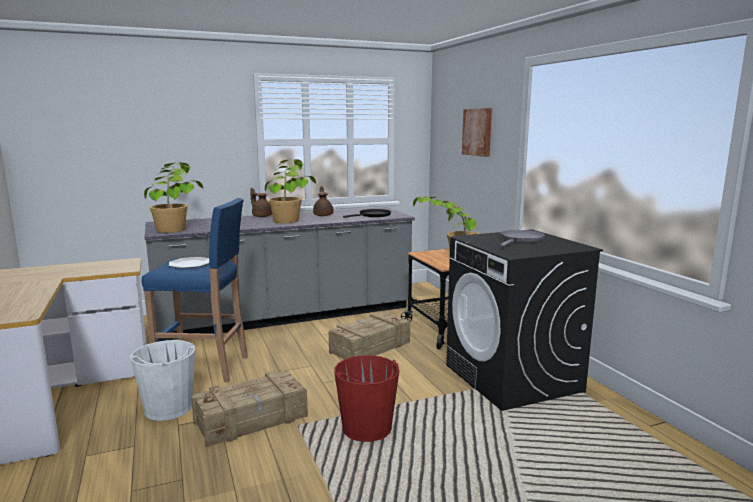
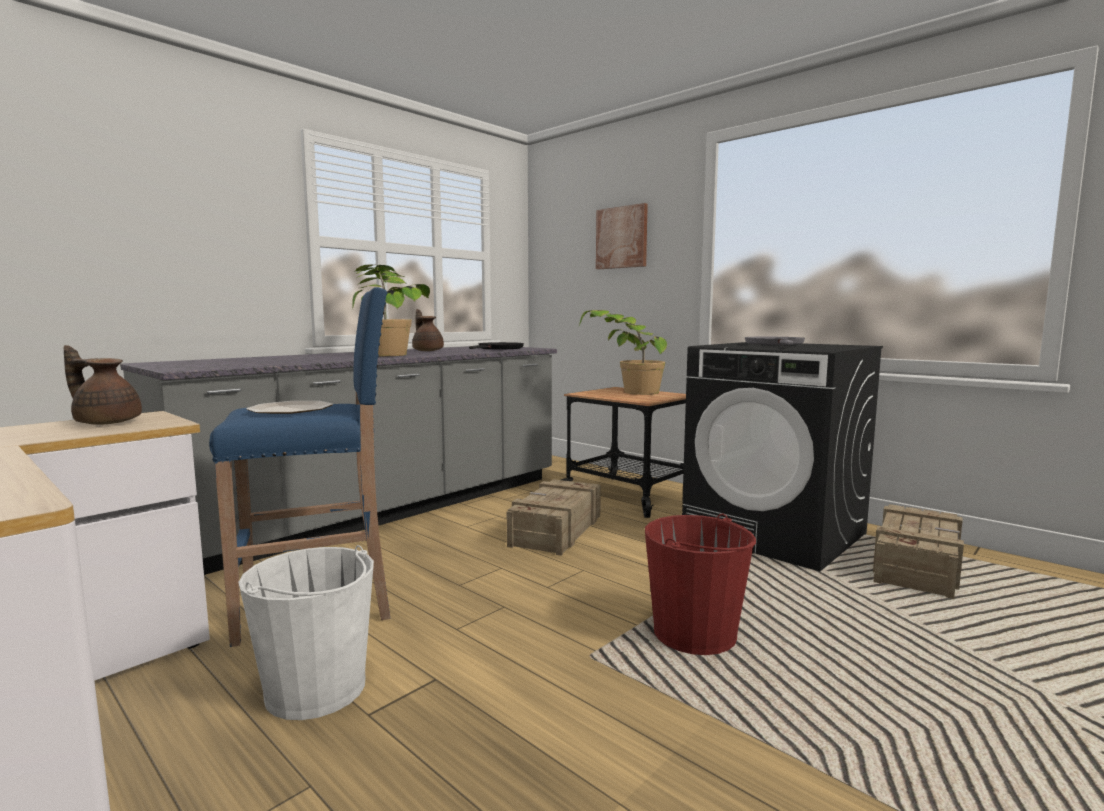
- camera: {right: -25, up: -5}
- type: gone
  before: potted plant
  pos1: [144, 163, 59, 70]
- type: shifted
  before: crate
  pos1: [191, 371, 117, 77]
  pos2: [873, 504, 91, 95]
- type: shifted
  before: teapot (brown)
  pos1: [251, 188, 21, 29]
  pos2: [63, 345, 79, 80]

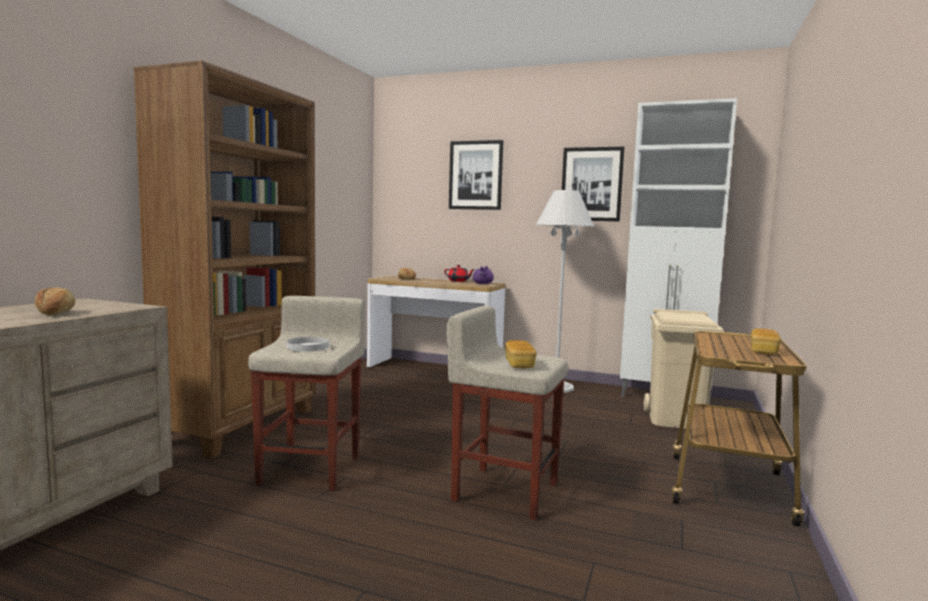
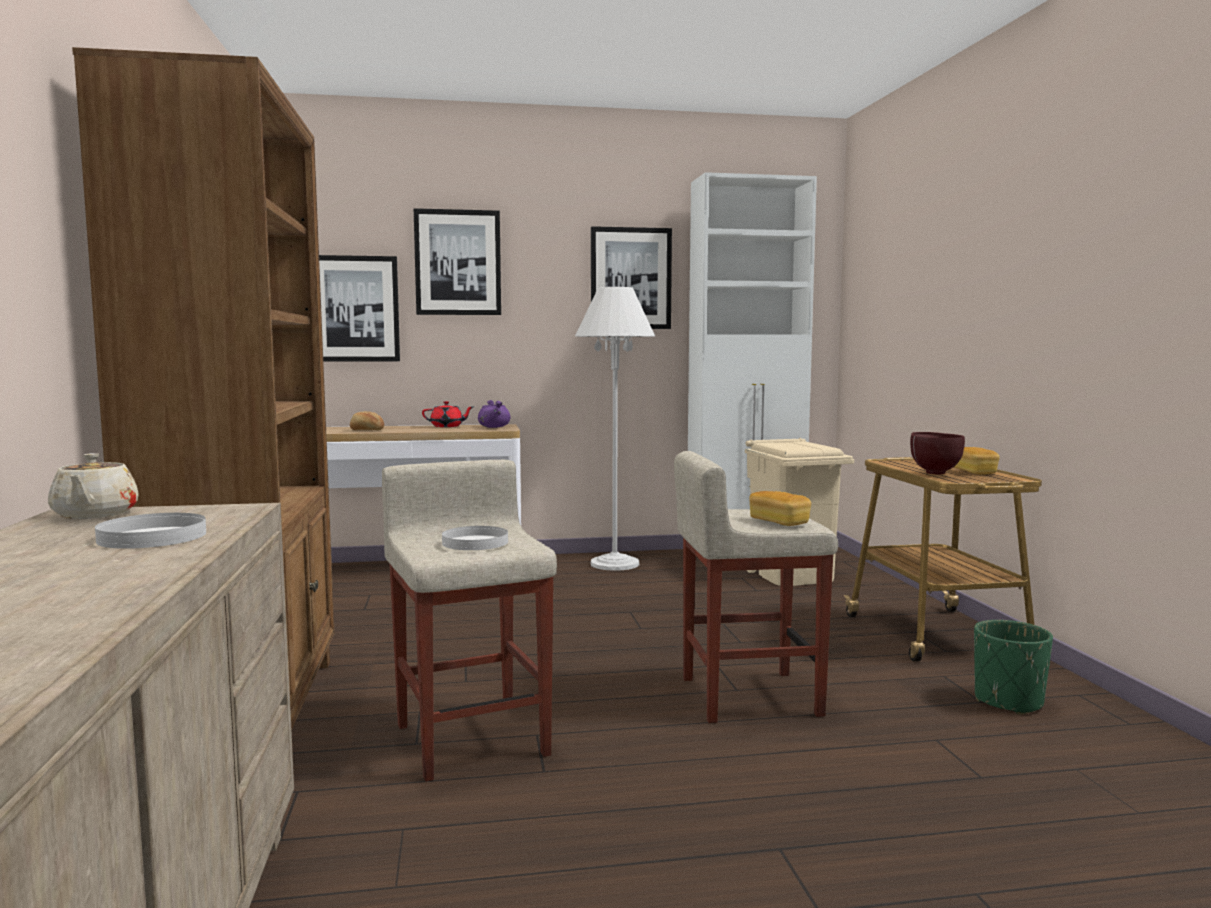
- camera: {right: -30, up: 0}
- type: swapped
  before: bread
  after: plate (white)
  pos1: [35, 288, 40, 27]
  pos2: [95, 513, 111, 36]
- type: new
  after: teapot (beige)
  pos2: [48, 453, 90, 66]
- type: new
  after: picture
  pos2: [319, 255, 81, 107]
- type: new
  after: bowl (brown)
  pos2: [910, 432, 55, 42]
- type: new
  after: planter (green)
  pos2: [974, 620, 79, 95]

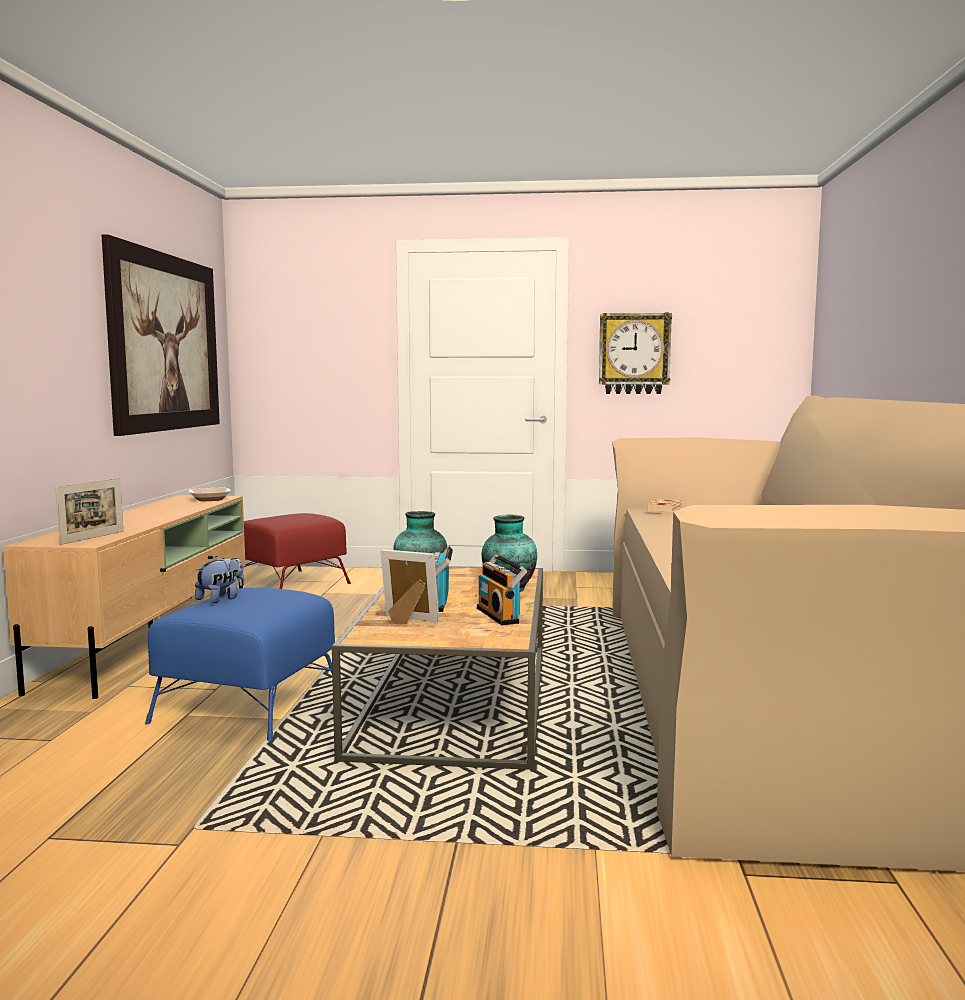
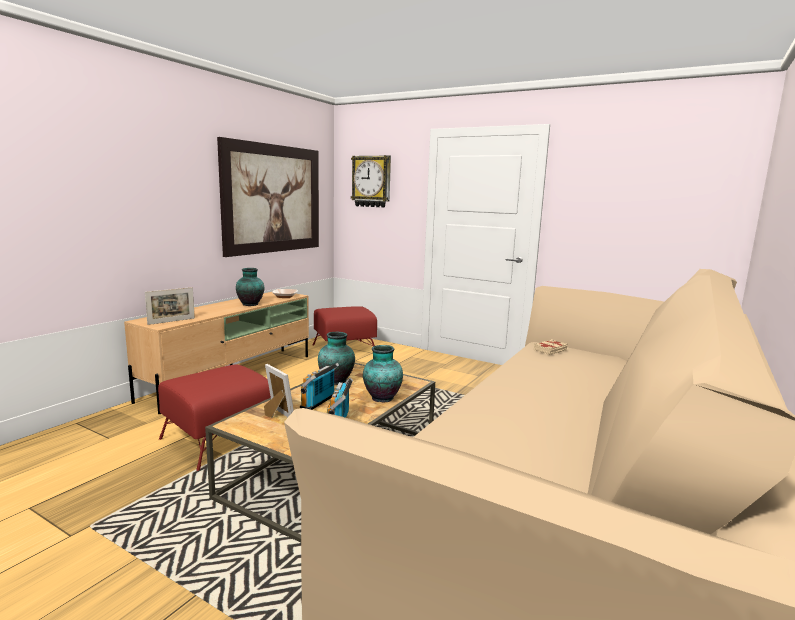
- camera: {right: 25, up: 5}
- type: repainted
  before: ottoman (blue)
  after: ottoman (red)
  pos1: [145, 587, 197, 154]
  pos2: [158, 365, 113, 106]
- type: gone
  before: plush toy
  pos1: [195, 556, 49, 47]
- type: shifted
  before: wall clock
  pos1: [599, 313, 73, 81]
  pos2: [351, 155, 40, 53]
- type: new
  after: vase
  pos2: [236, 268, 28, 38]

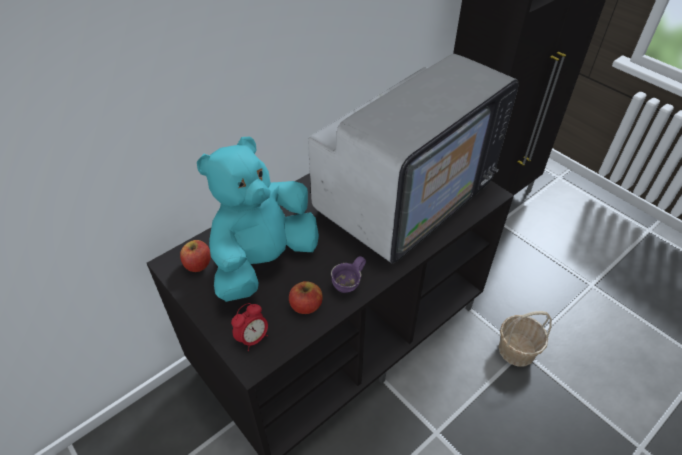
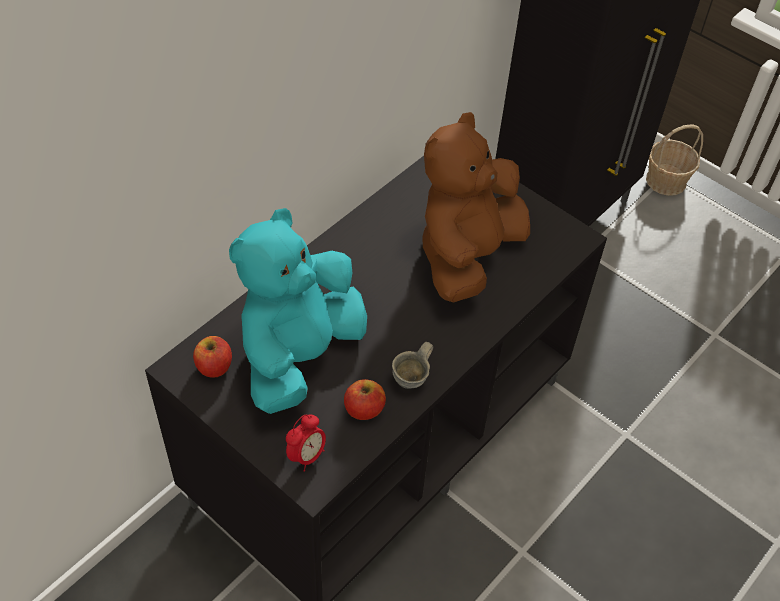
- camera: {right: -10, up: 5}
- type: swapped
  before: television
  after: plush toy (brown)
  pos1: [308, 54, 210, 209]
  pos2: [423, 112, 107, 190]
- type: repainted
  before: mug (purple)
  after: mug (grey)
  pos1: [331, 256, 35, 37]
  pos2: [392, 342, 41, 47]
- type: shifted
  before: basket
  pos1: [498, 311, 54, 55]
  pos2: [646, 124, 57, 72]

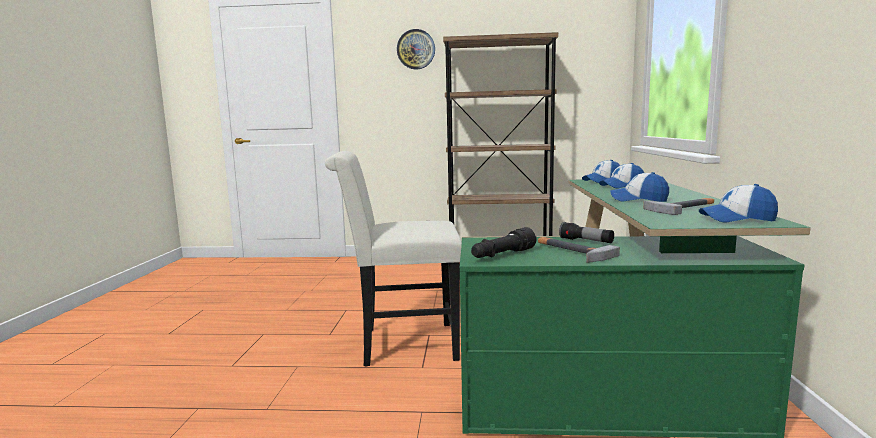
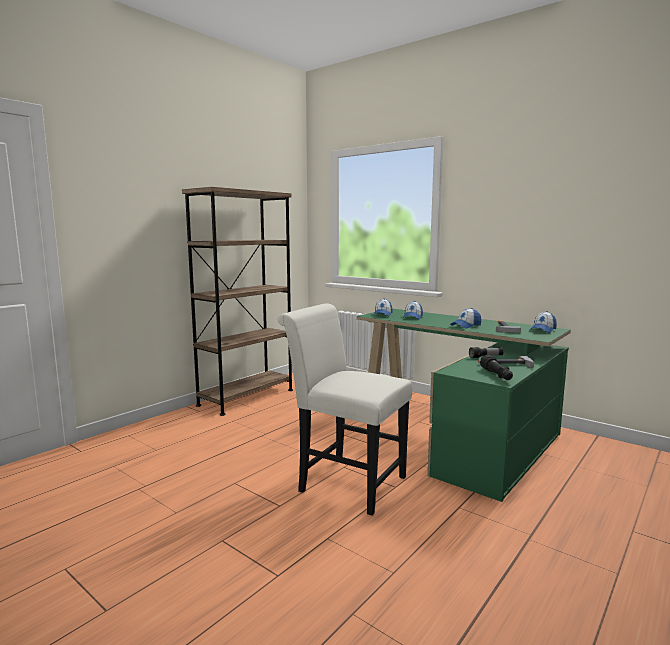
- camera: {right: -55, up: 0}
- type: rotated
  before: chair (white)
  pos1: [325, 151, 137, 215]
  pos2: [277, 304, 136, 212]
  turn: 90
- type: gone
  before: wall clock
  pos1: [397, 29, 38, 40]

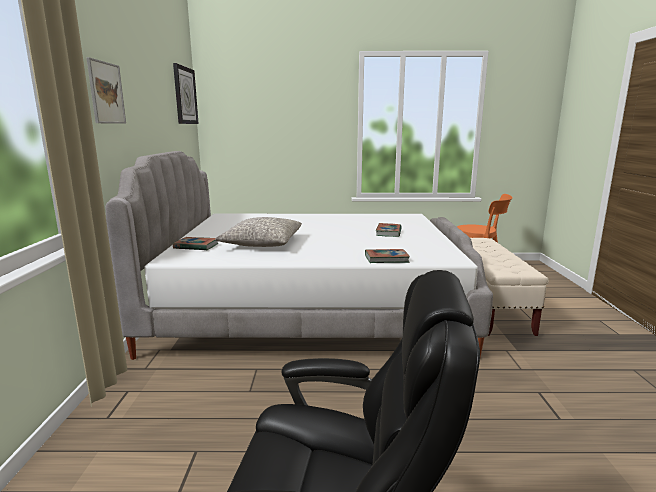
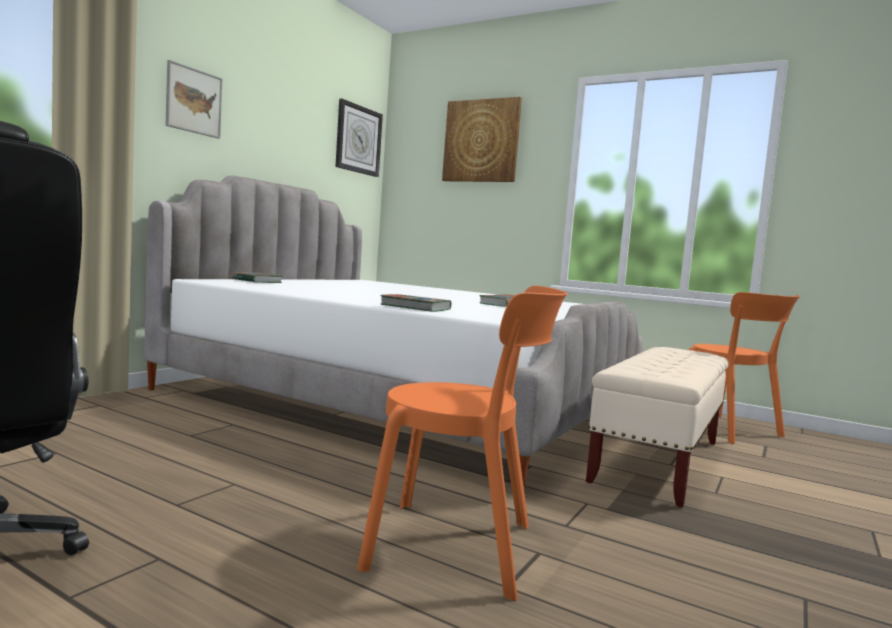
- camera: {right: 30, up: -10}
- type: gone
  before: pillow (grey)
  pos1: [215, 217, 87, 30]
- type: new
  after: chair (orange)
  pos2: [357, 286, 211, 315]
- type: new
  after: picture
  pos2: [442, 97, 80, 85]

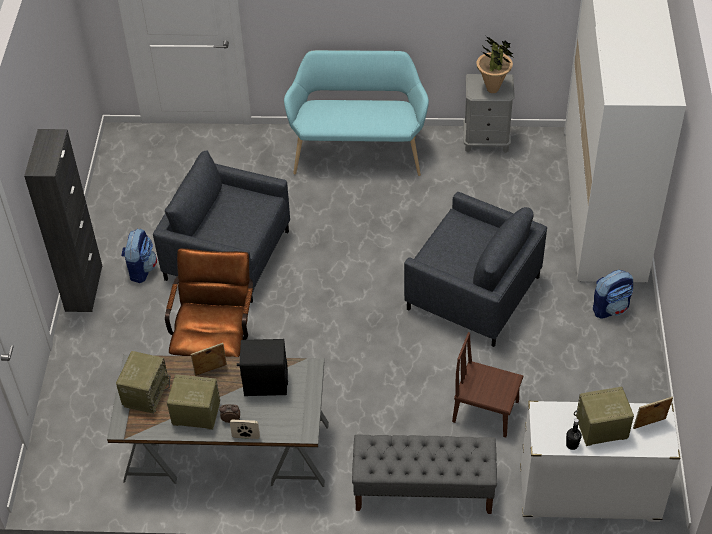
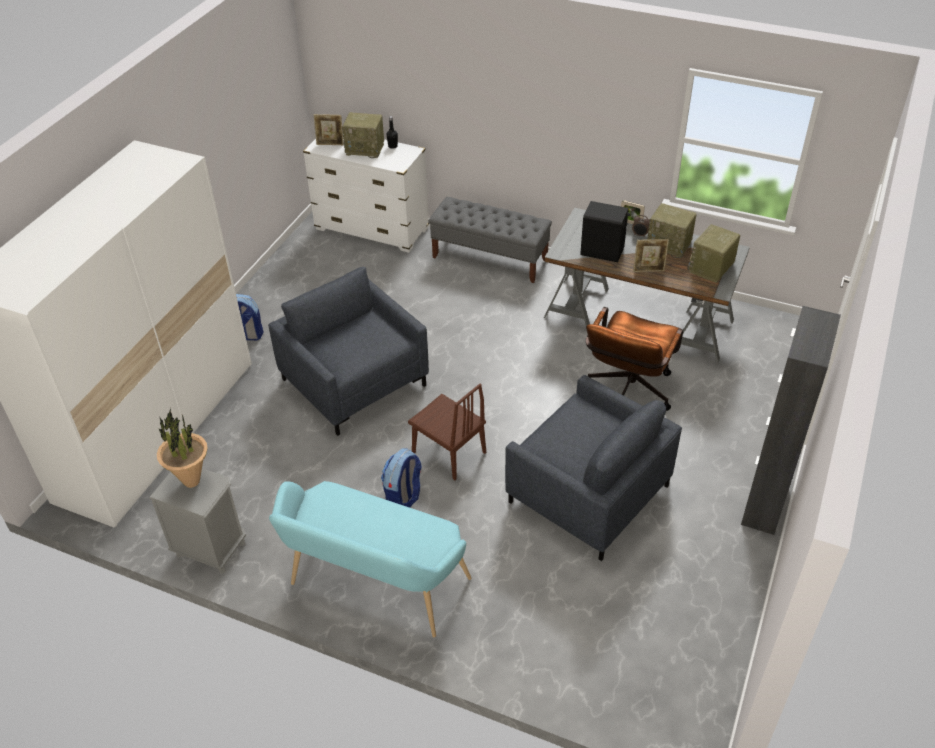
- camera: {right: -160, up: -5}
- type: shifted
  before: backpack
  pos1: [121, 229, 36, 54]
  pos2: [381, 448, 41, 60]
- type: shifted
  before: chair (brown)
  pos1: [452, 332, 71, 105]
  pos2: [408, 384, 78, 96]

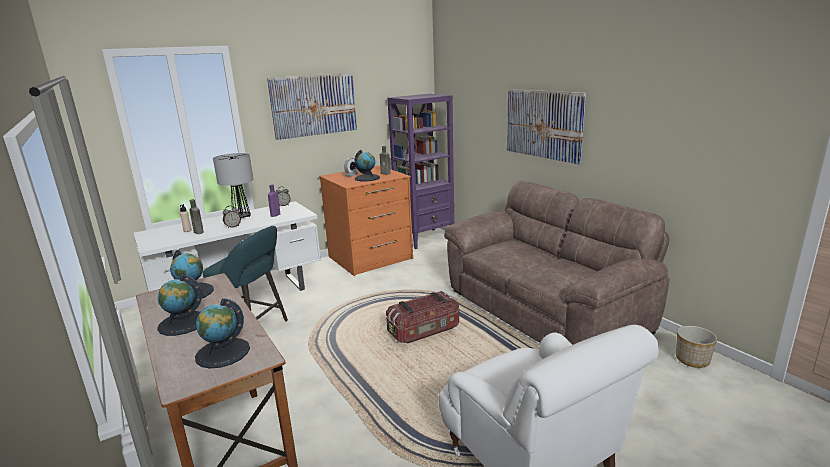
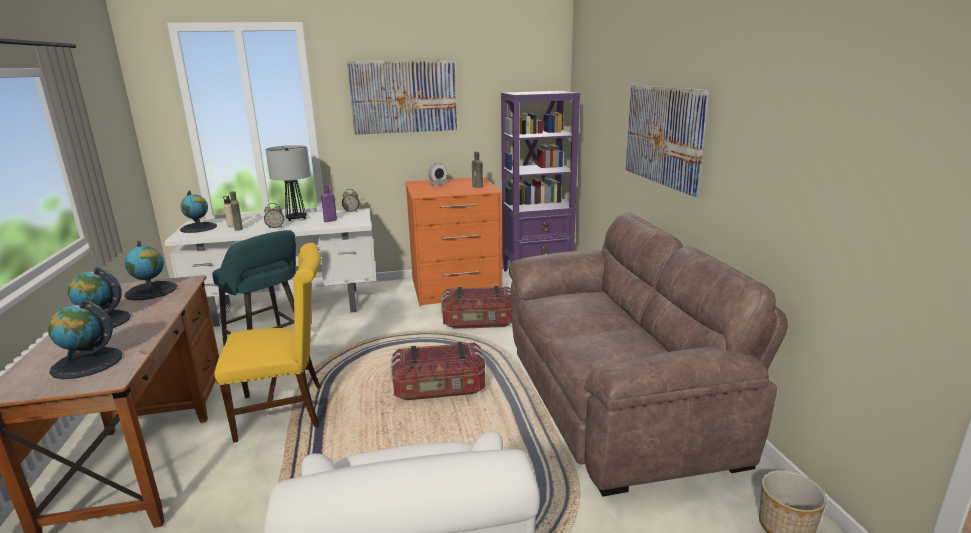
- camera: {right: 20, up: 0}
- type: shifted
  before: globe
  pos1: [355, 150, 25, 31]
  pos2: [180, 191, 37, 42]
- type: new
  after: chair (yellow)
  pos2: [214, 243, 107, 200]
- type: new
  after: storage box
  pos2: [441, 286, 71, 43]

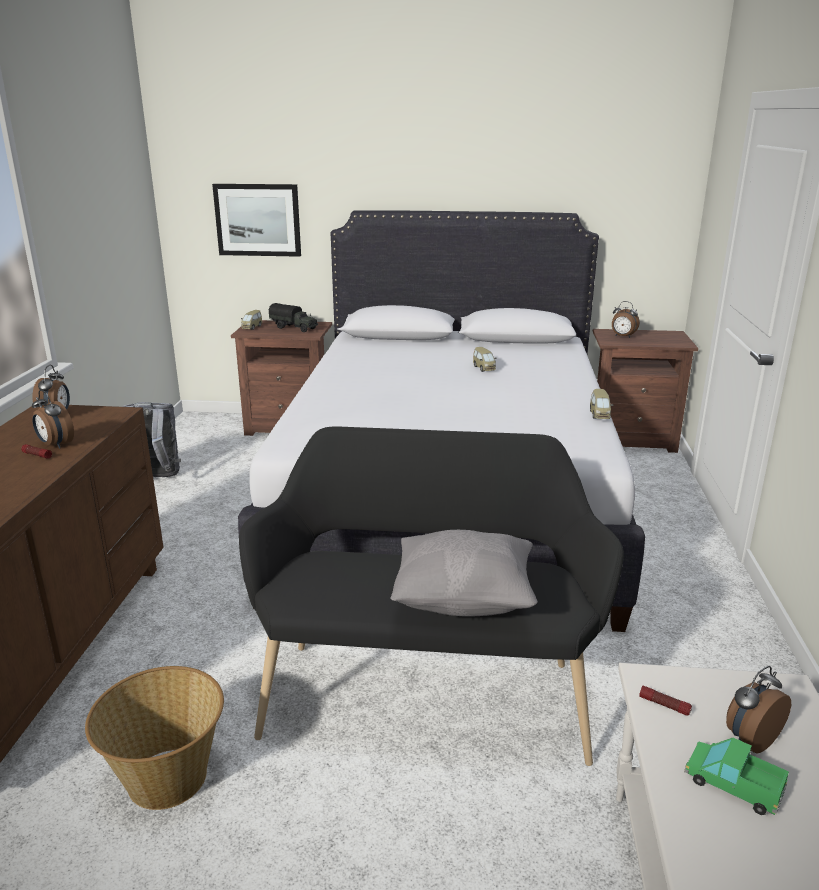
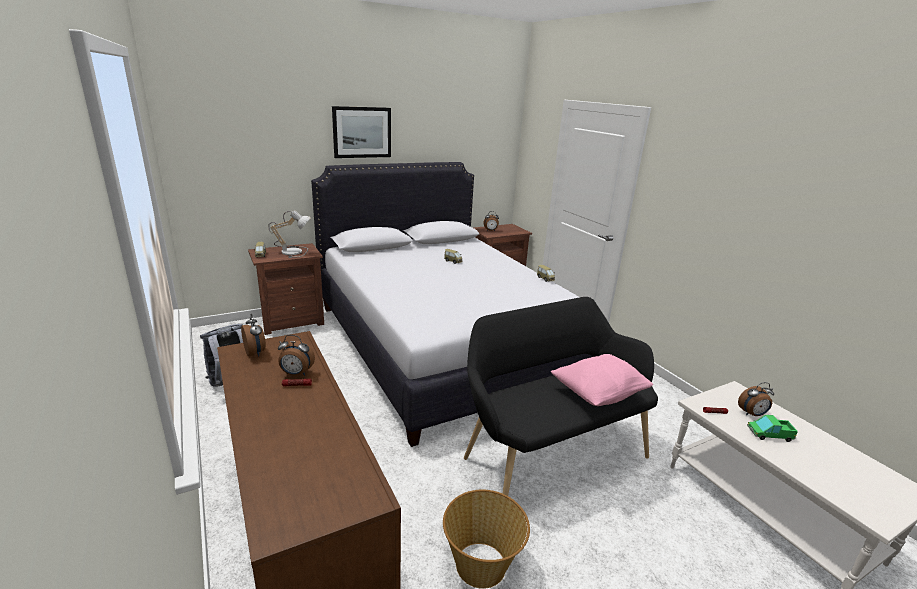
- camera: {right: -35, up: 0}
- type: shifted
  before: picture
  pos1: [212, 184, 89, 73]
  pos2: [332, 106, 59, 52]
- type: swapped
  before: toy truck
  after: table lamp
  pos1: [269, 303, 49, 29]
  pos2: [269, 210, 42, 48]
- type: repainted
  before: pillow (grey)
  after: pillow (pink)
  pos1: [391, 530, 147, 87]
  pos2: [551, 354, 102, 52]
- type: rotated
  before: alarm clock
  pos1: [726, 666, 65, 88]
  pos2: [738, 382, 36, 34]
  turn: -120

